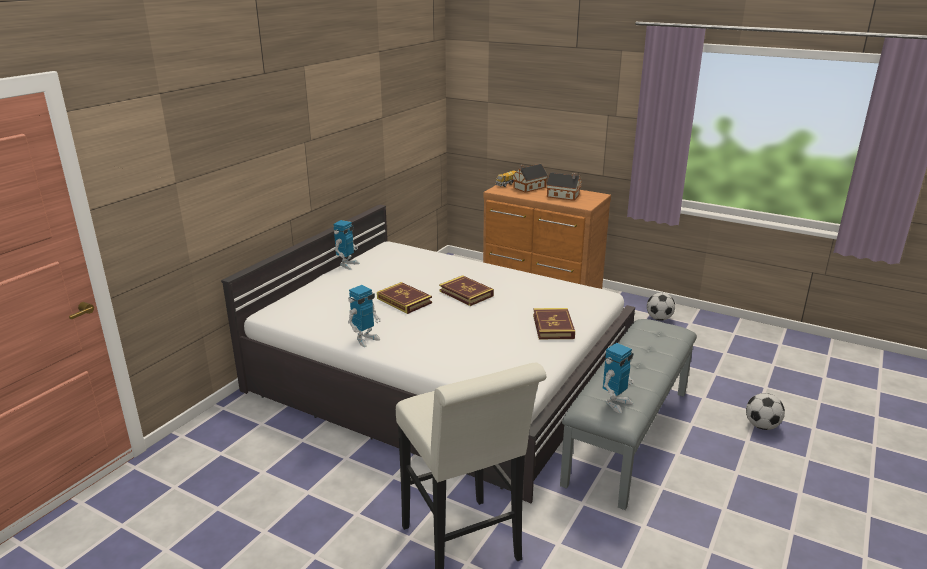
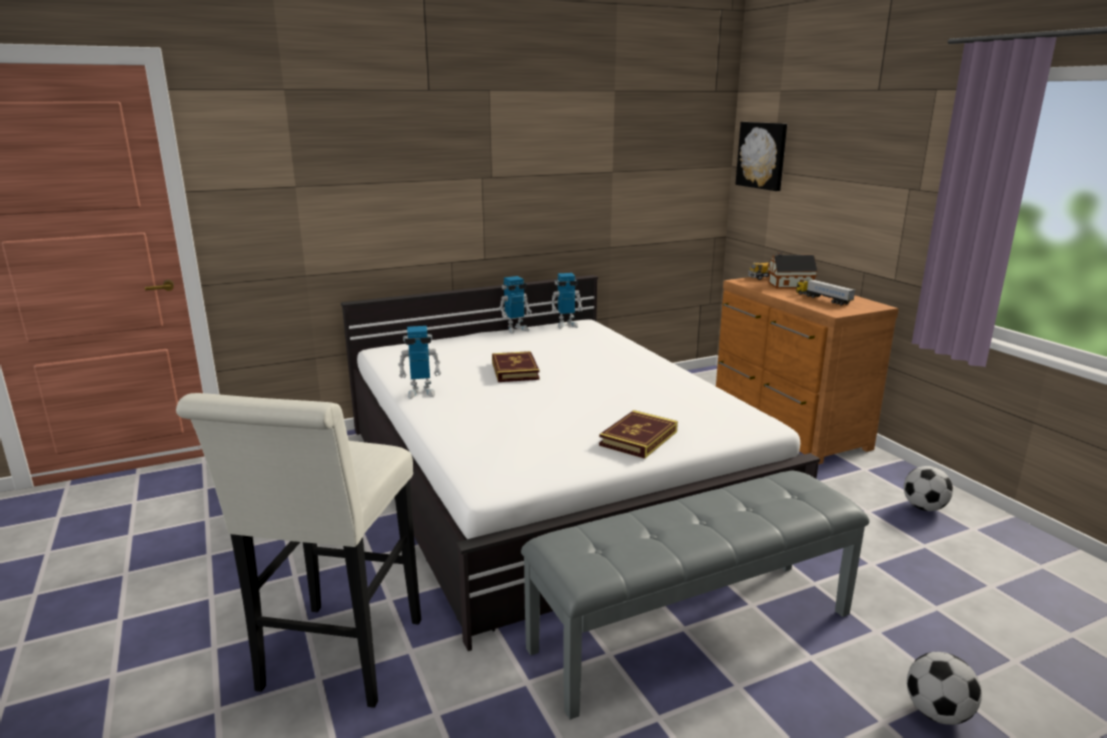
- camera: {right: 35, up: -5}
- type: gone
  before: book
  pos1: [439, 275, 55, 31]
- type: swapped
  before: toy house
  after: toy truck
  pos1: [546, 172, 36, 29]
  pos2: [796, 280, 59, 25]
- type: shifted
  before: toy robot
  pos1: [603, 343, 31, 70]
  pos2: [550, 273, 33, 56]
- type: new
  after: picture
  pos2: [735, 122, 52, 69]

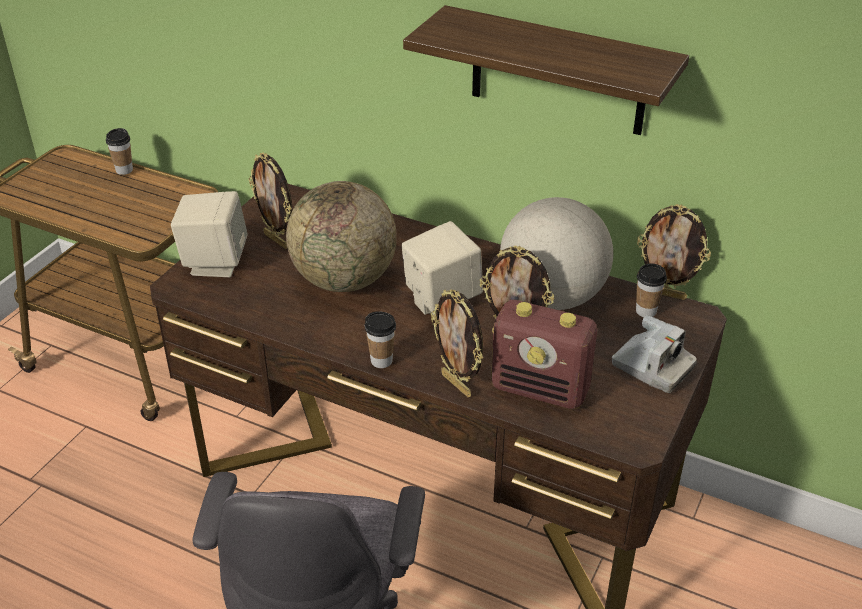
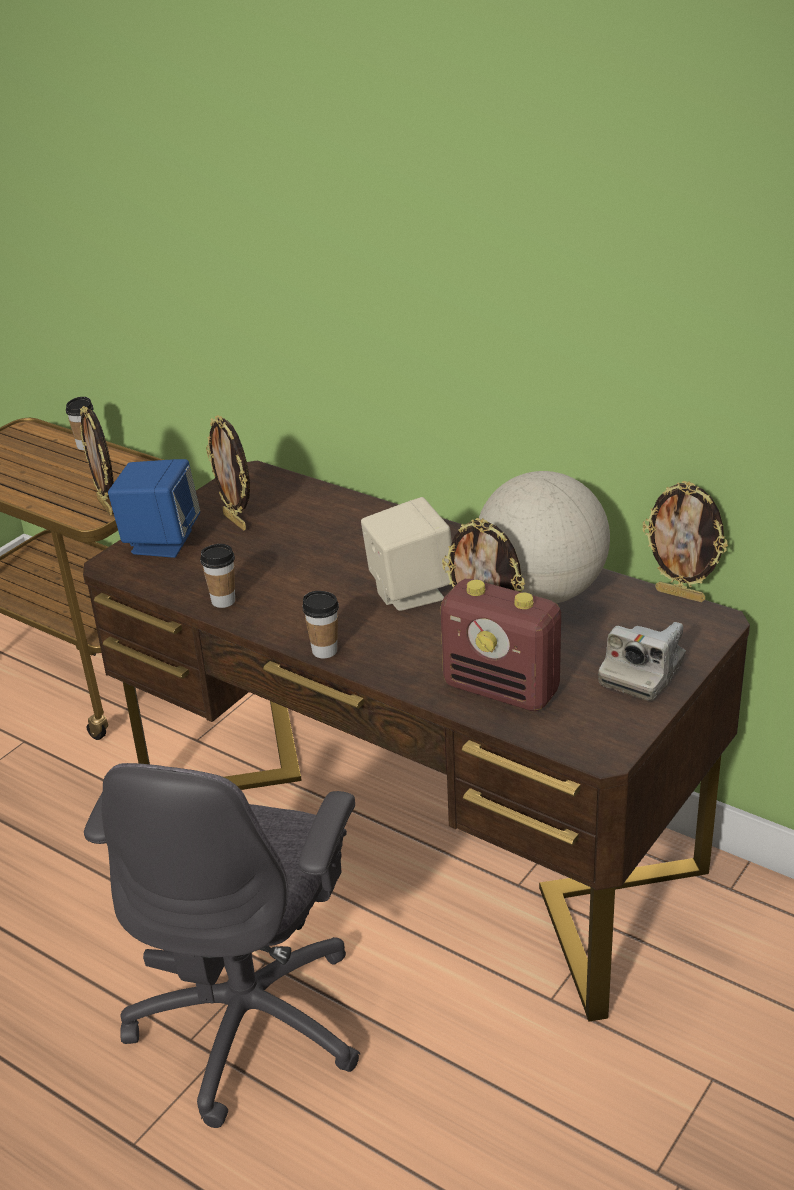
- camera: {right: 10, up: -5}
- type: repainted
  before: speaker (beige)
  after: speaker (blue)
  pos1: [171, 191, 77, 86]
  pos2: [108, 459, 92, 99]
- type: gone
  before: globe
  pos1: [286, 181, 111, 111]
- type: gone
  before: shelf
  pos1: [403, 5, 286, 130]
- type: shifted
  before: picture frame
  pos1: [431, 289, 52, 108]
  pos2: [80, 406, 33, 110]
- type: rotated
  before: photo camera
  pos1: [612, 315, 85, 78]
  pos2: [598, 622, 88, 79]
  turn: 75
- type: shifted
  before: cup
  pos1: [636, 264, 31, 53]
  pos2: [200, 544, 35, 64]

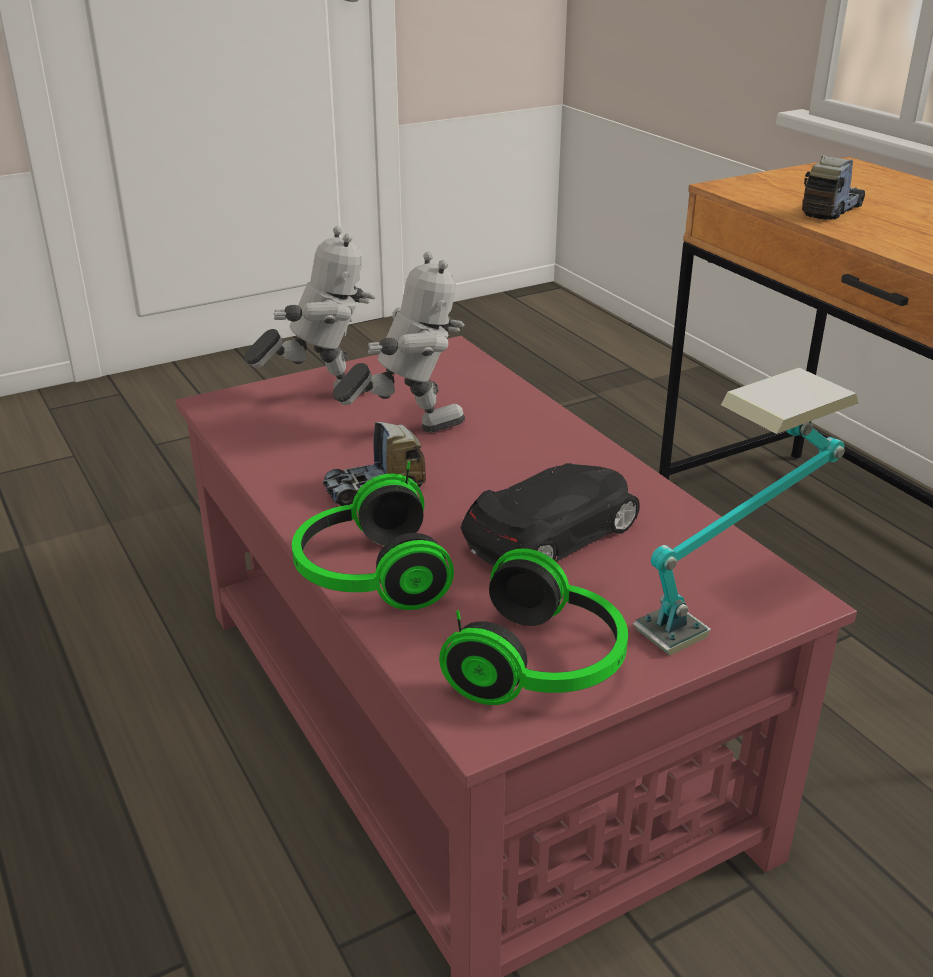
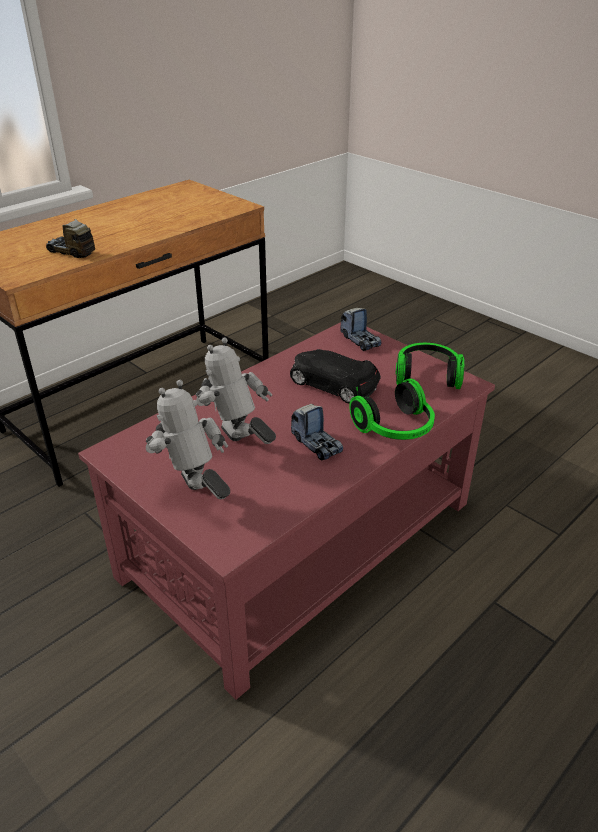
- camera: {right: -105, up: 5}
- type: swapped
  before: table lamp
  after: toy truck
  pos1: [632, 368, 227, 287]
  pos2: [340, 308, 42, 43]

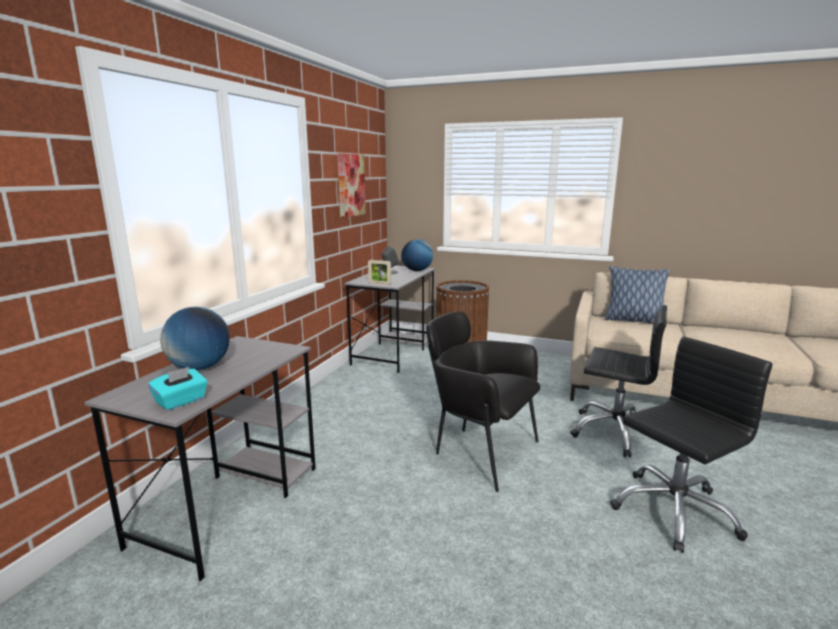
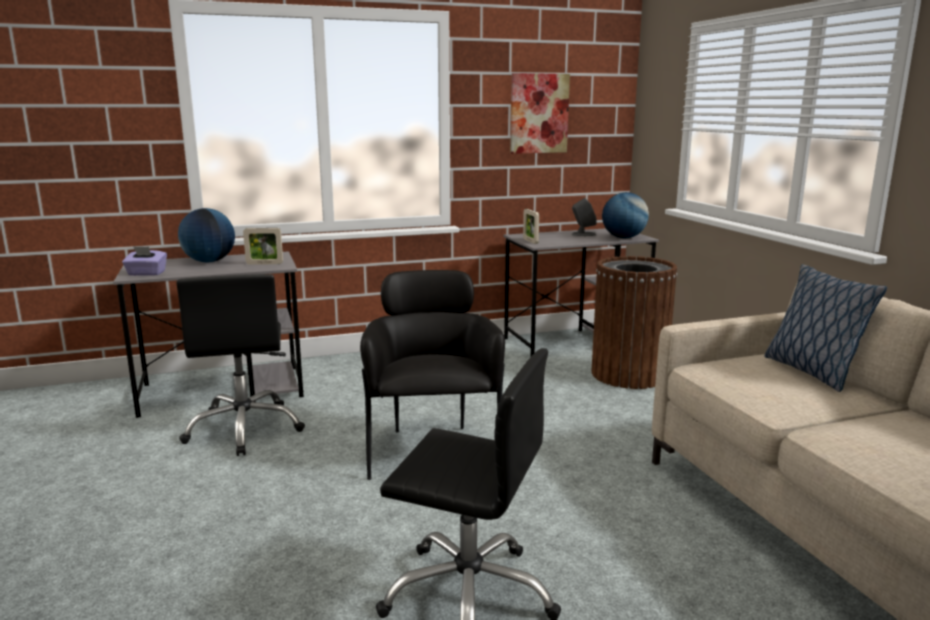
- camera: {right: 50, up: 0}
- type: repainted
  before: tissue box (turquoise)
  after: tissue box (purple)
  pos1: [148, 367, 60, 43]
  pos2: [122, 246, 45, 30]
- type: shifted
  before: office chair (black)
  pos1: [570, 305, 97, 153]
  pos2: [176, 274, 129, 182]
- type: new
  after: picture frame
  pos2: [243, 228, 40, 37]

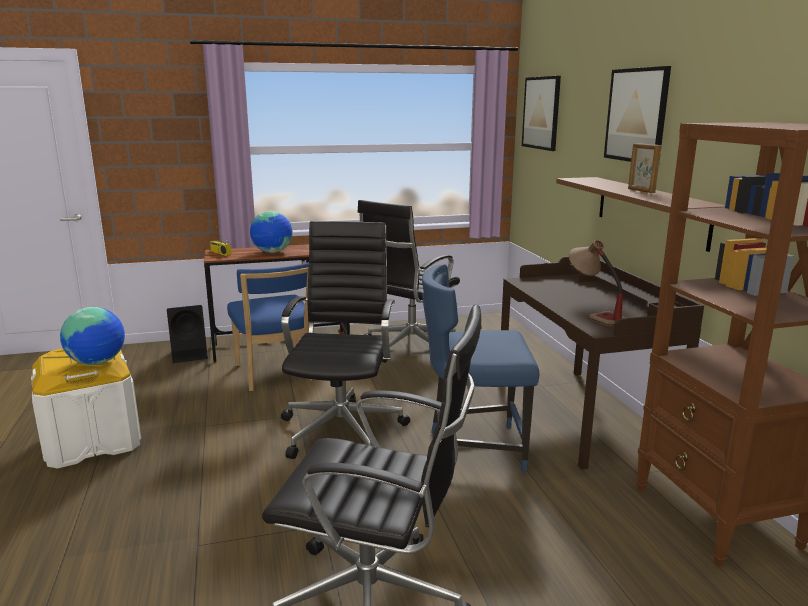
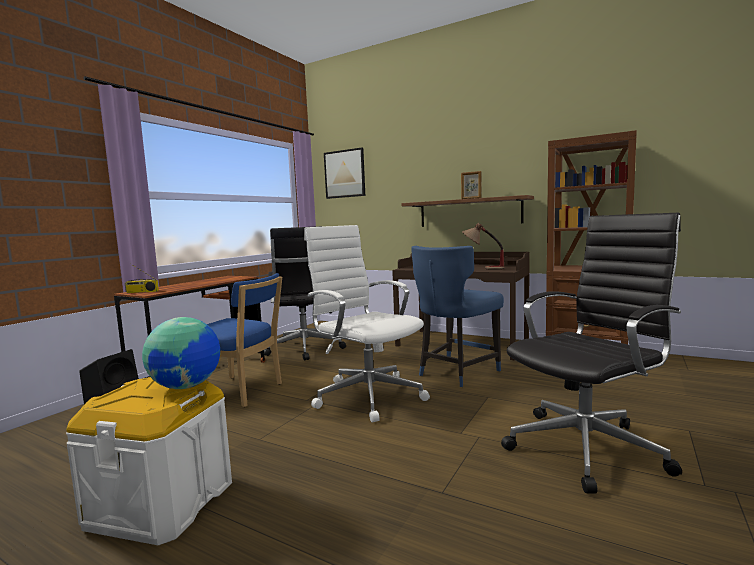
- camera: {right: -45, up: -10}
- type: gone
  before: globe
  pos1: [250, 211, 43, 42]
- type: repainted
  before: office chair (black)
  after: office chair (white)
  pos1: [281, 221, 129, 238]
  pos2: [304, 225, 126, 198]
- type: gone
  before: picture
  pos1: [604, 66, 67, 96]

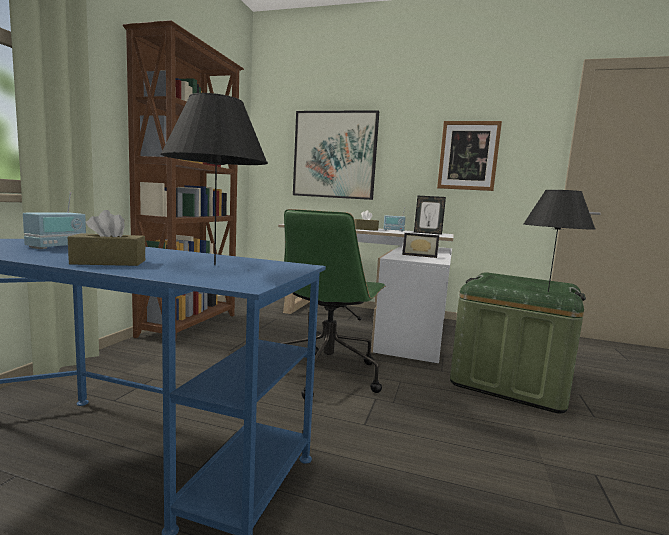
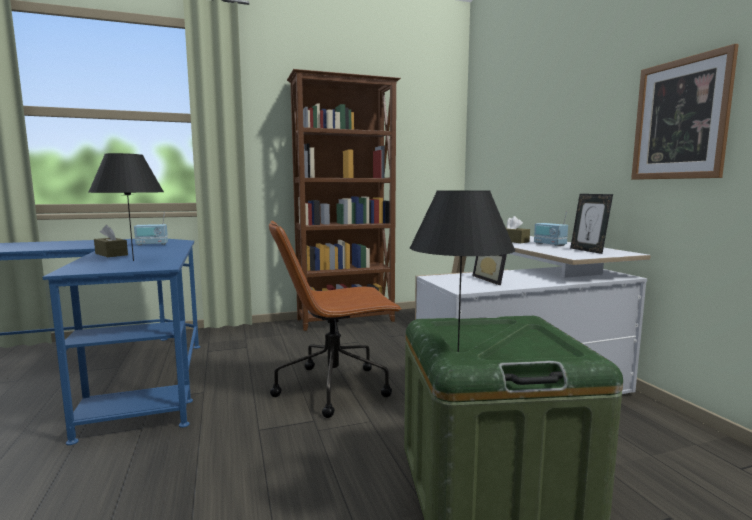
- camera: {right: 55, up: 0}
- type: repainted
  before: office chair (green)
  after: office chair (brown)
  pos1: [281, 209, 105, 191]
  pos2: [269, 221, 133, 197]
- type: gone
  before: picture
  pos1: [293, 110, 86, 90]

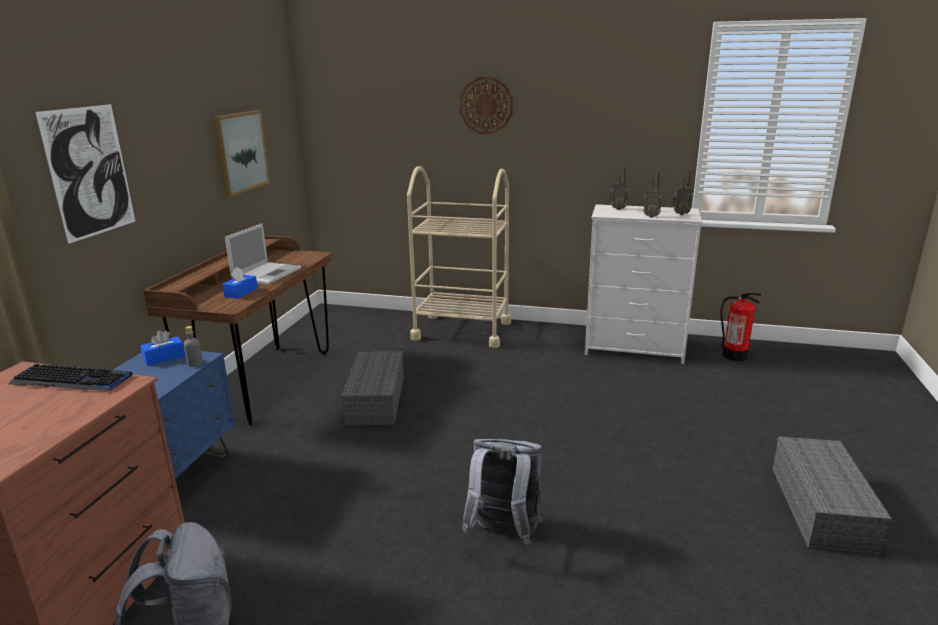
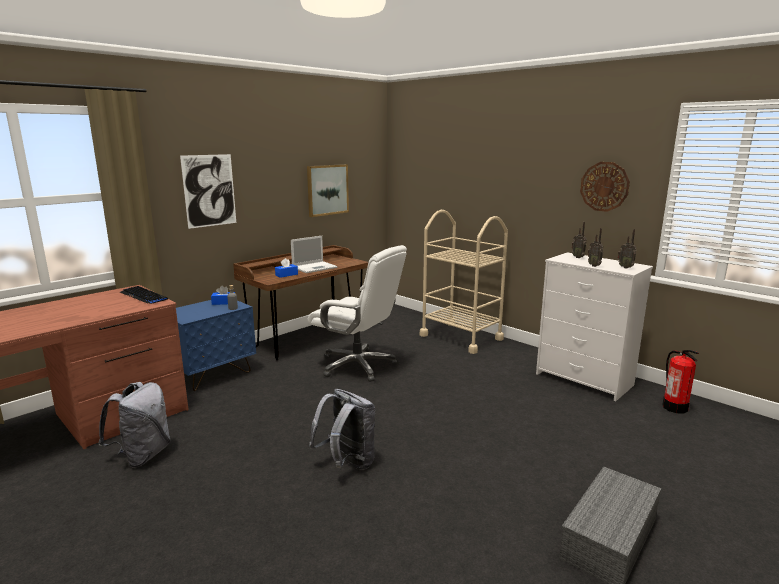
- camera: {right: 30, up: -5}
- type: swapped
  before: storage box (grey)
  after: office chair (white)
  pos1: [341, 352, 63, 73]
  pos2: [308, 245, 99, 137]
- type: shifted
  before: wall clock
  pos1: [460, 77, 53, 57]
  pos2: [580, 162, 50, 50]

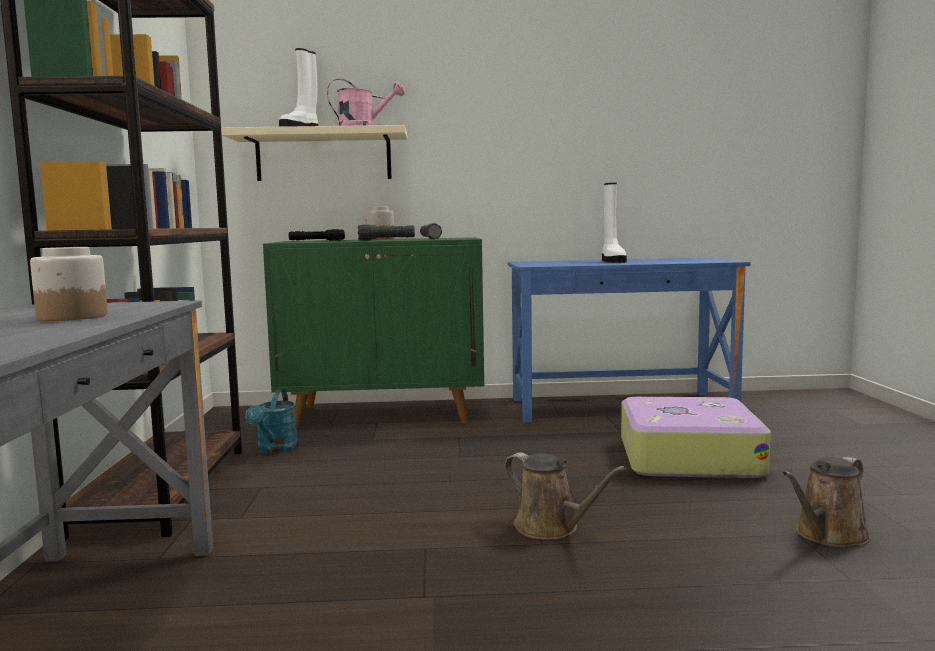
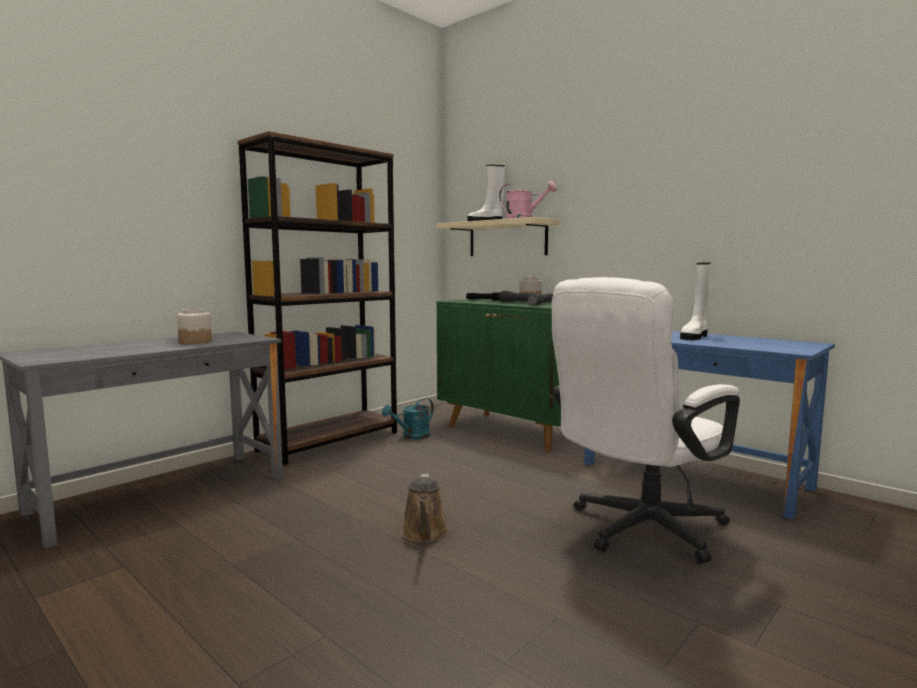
- camera: {right: 45, up: 0}
- type: swapped
  before: suitcase
  after: office chair (white)
  pos1: [621, 397, 150, 81]
  pos2: [552, 277, 188, 286]
- type: gone
  before: watering can (brown)
  pos1: [783, 457, 88, 90]

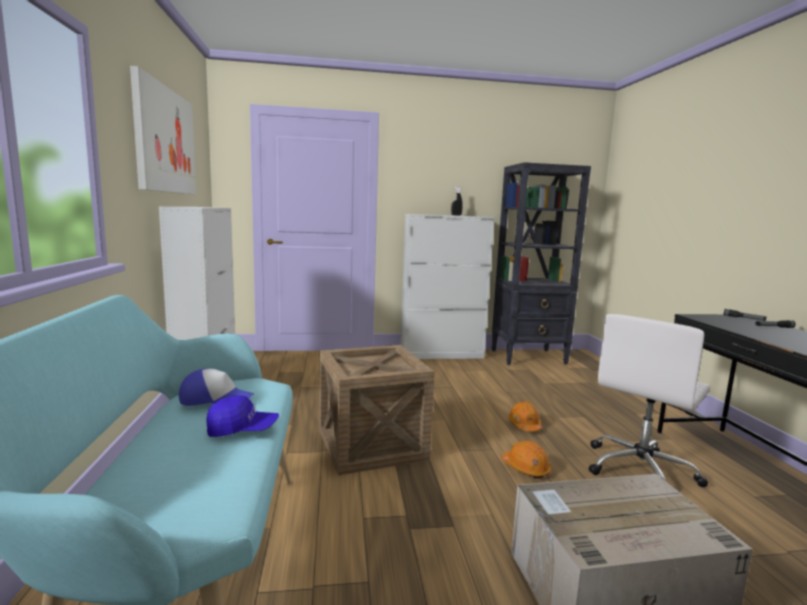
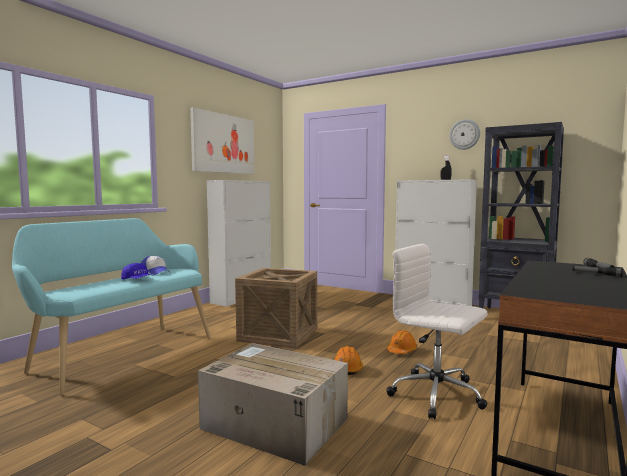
- camera: {right: 40, up: -5}
- type: rotated
  before: office chair (white)
  pos1: [589, 314, 121, 173]
  pos2: [386, 244, 102, 175]
  turn: 45
- type: new
  after: wall clock
  pos2: [449, 119, 31, 31]

